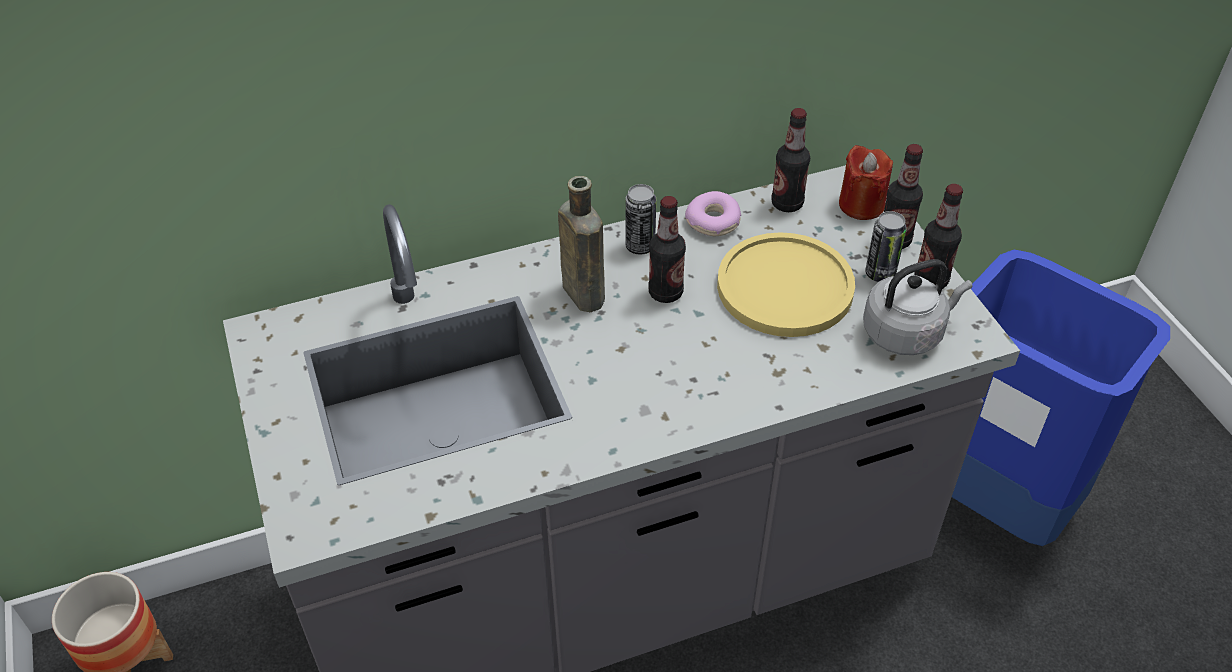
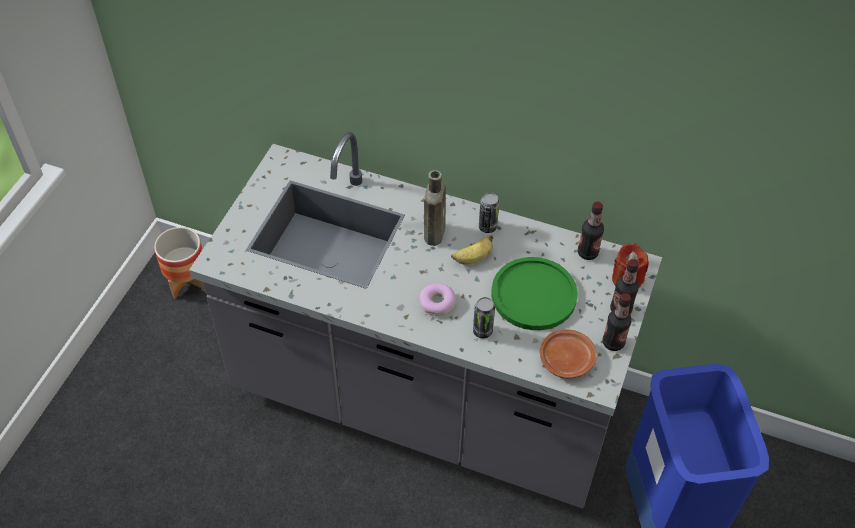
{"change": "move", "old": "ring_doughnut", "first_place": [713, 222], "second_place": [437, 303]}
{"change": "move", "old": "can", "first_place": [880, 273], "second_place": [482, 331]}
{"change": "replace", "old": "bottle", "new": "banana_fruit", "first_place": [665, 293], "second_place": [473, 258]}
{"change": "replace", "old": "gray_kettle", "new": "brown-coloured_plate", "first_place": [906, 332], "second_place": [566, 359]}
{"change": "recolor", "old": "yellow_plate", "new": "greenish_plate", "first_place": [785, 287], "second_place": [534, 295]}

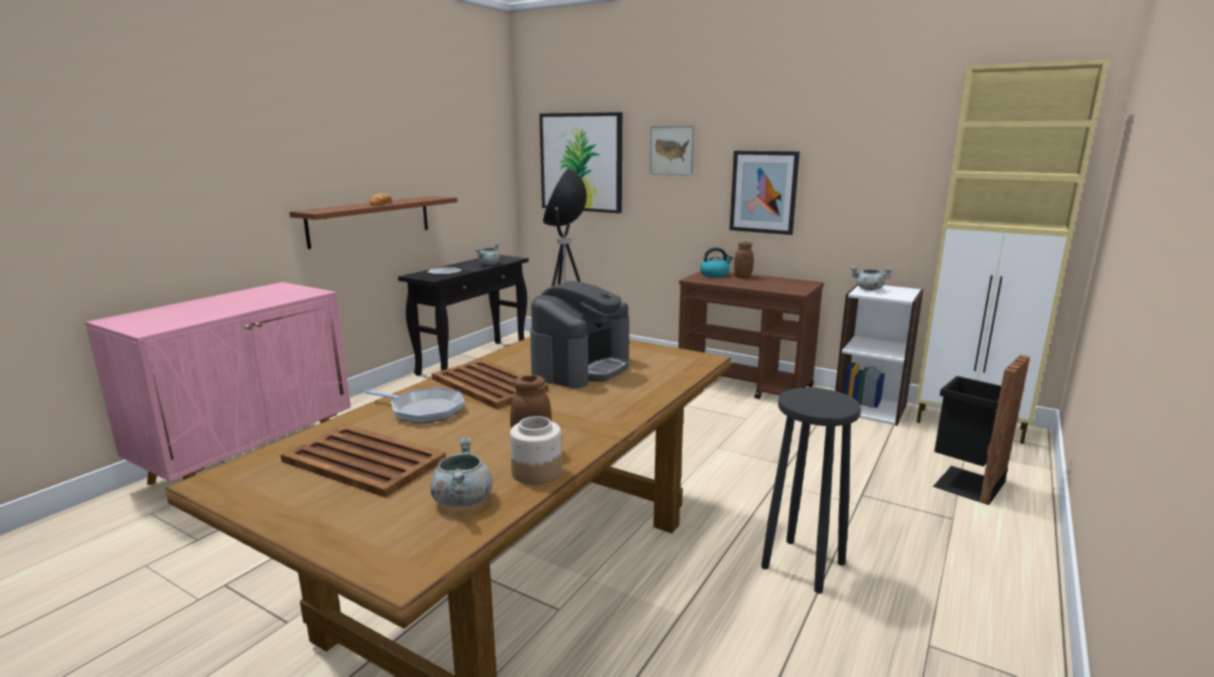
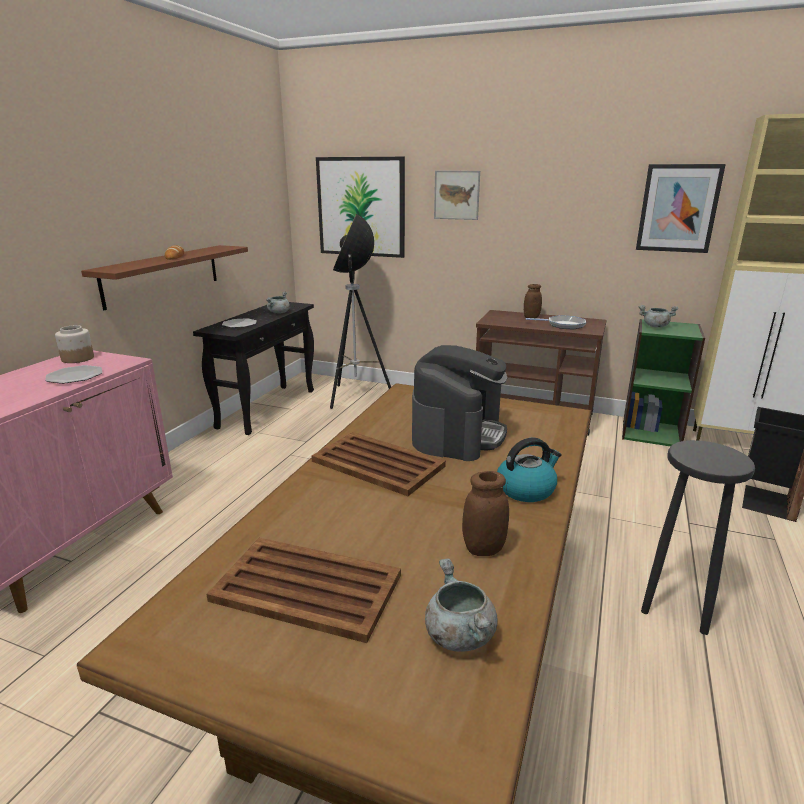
{"change": "insert", "new": "plate", "second_place": [74, 376]}
{"change": "move", "old": "skillet", "first_place": [424, 410], "second_place": [563, 325]}
{"change": "move", "old": "storage_jar", "first_place": [536, 472], "second_place": [77, 359]}
{"change": "move", "old": "kettle", "first_place": [715, 275], "second_place": [526, 489]}
{"change": "move", "old": "picture", "first_place": [763, 192], "second_place": [678, 208]}
{"change": "recolor", "old": "white-coloured_bookcase", "new": "greenish_bookcase", "first_place": [870, 408], "second_place": [651, 432]}

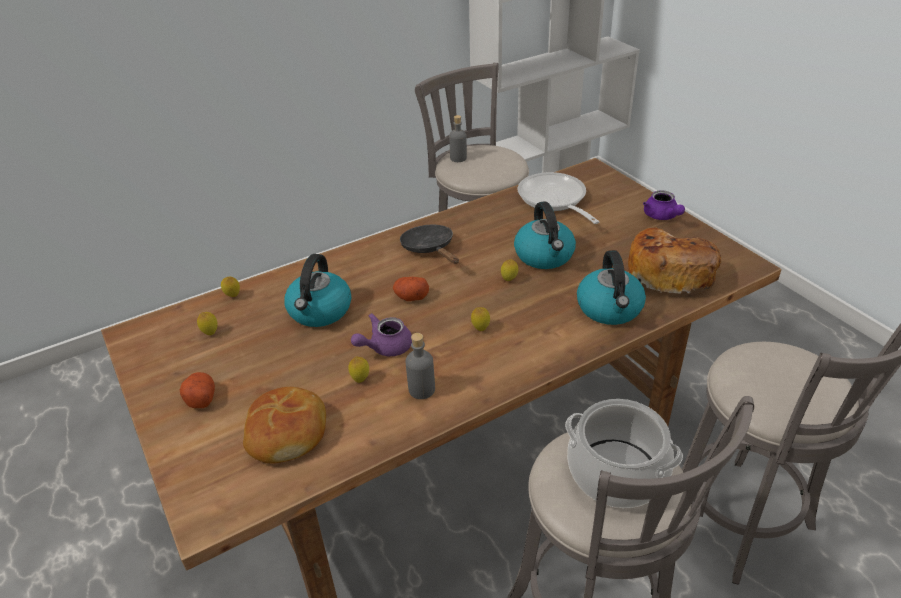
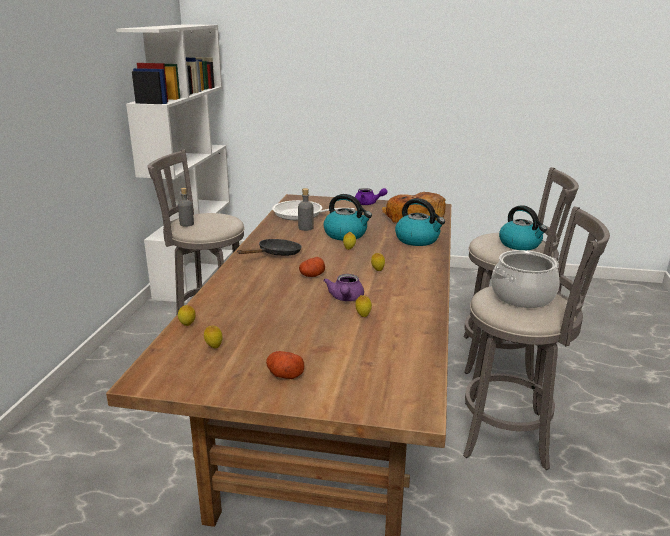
{"change": "delete", "old": "bread", "first_place": [288, 433]}
{"change": "move", "old": "kettle", "first_place": [320, 311], "second_place": [520, 244]}
{"change": "move", "old": "gray_bottle", "first_place": [421, 389], "second_place": [306, 228]}
{"change": "rotate", "old": "blackish_skillet", "first_place": [430, 248], "second_place": [276, 254], "degrees": 120}

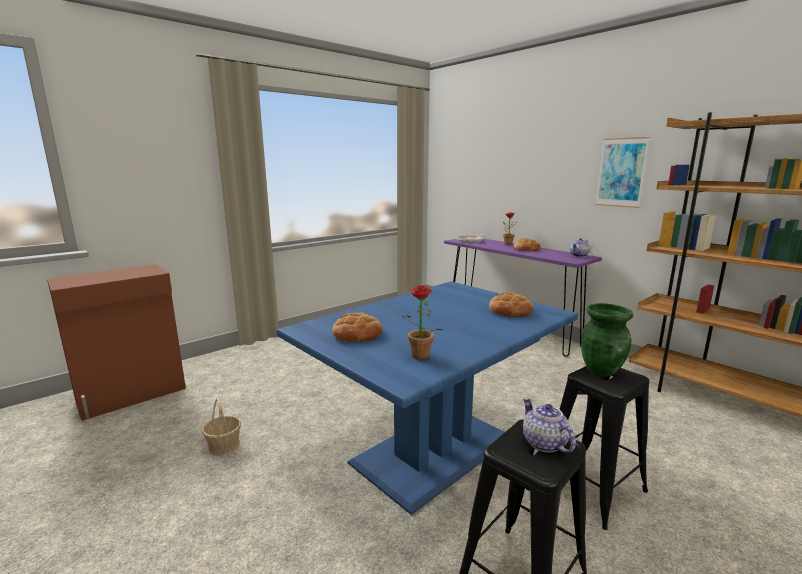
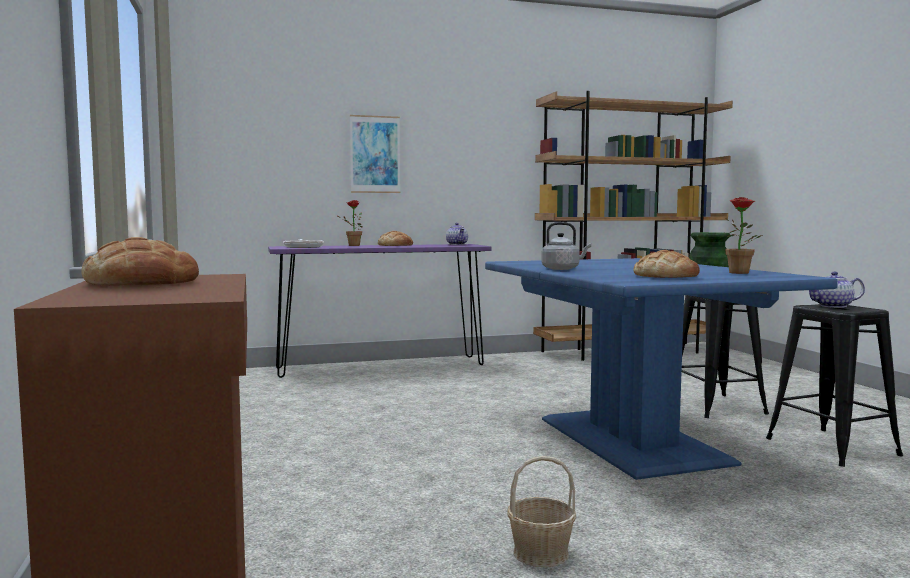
{"change": "insert", "new": "gray_kettle", "second_place": [562, 269]}
{"change": "move", "old": "bread", "first_place": [510, 310], "second_place": [142, 283]}
{"change": "move", "old": "picture", "first_place": [621, 172], "second_place": [375, 154]}

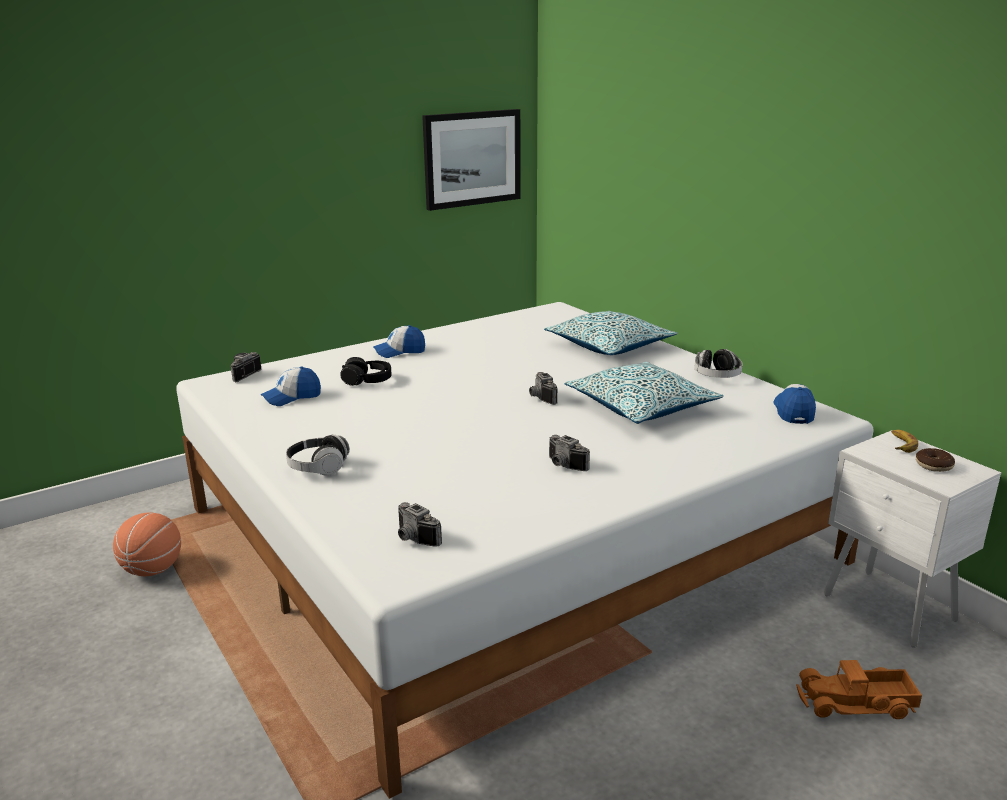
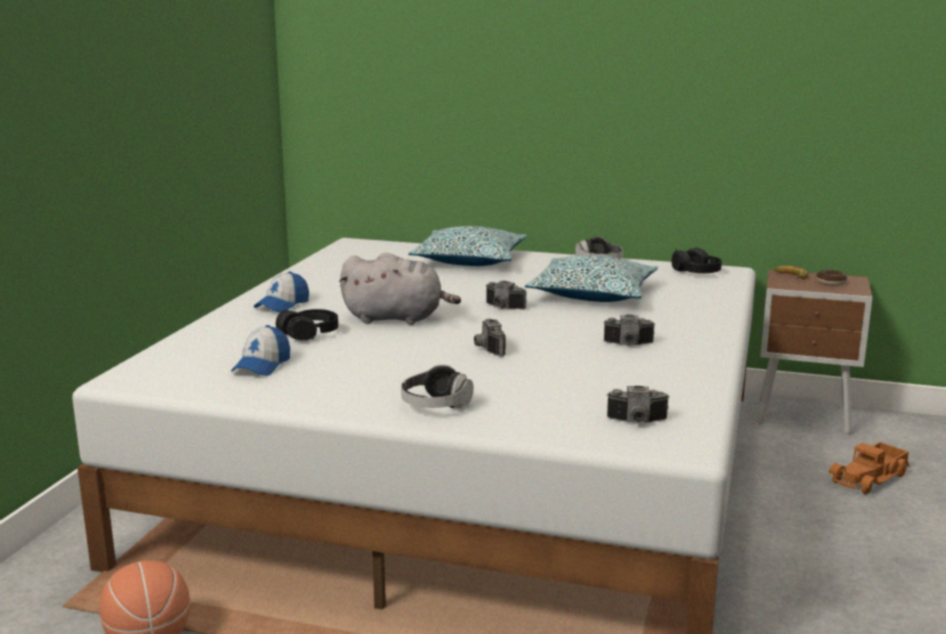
{"change": "delete", "old": "picture", "first_place": [472, 158]}
{"change": "insert", "new": "gray_cuddly_toy", "second_place": [397, 318]}
{"change": "move", "old": "photo_camera", "first_place": [242, 375], "second_place": [487, 349]}
{"change": "replace", "old": "peaked_cap", "new": "blackish_headphones", "first_place": [793, 411], "second_place": [696, 272]}
{"change": "recolor", "old": "white-coloured_nightstand", "new": "brown-coloured_nightstand", "first_place": [890, 610], "second_place": [805, 418]}

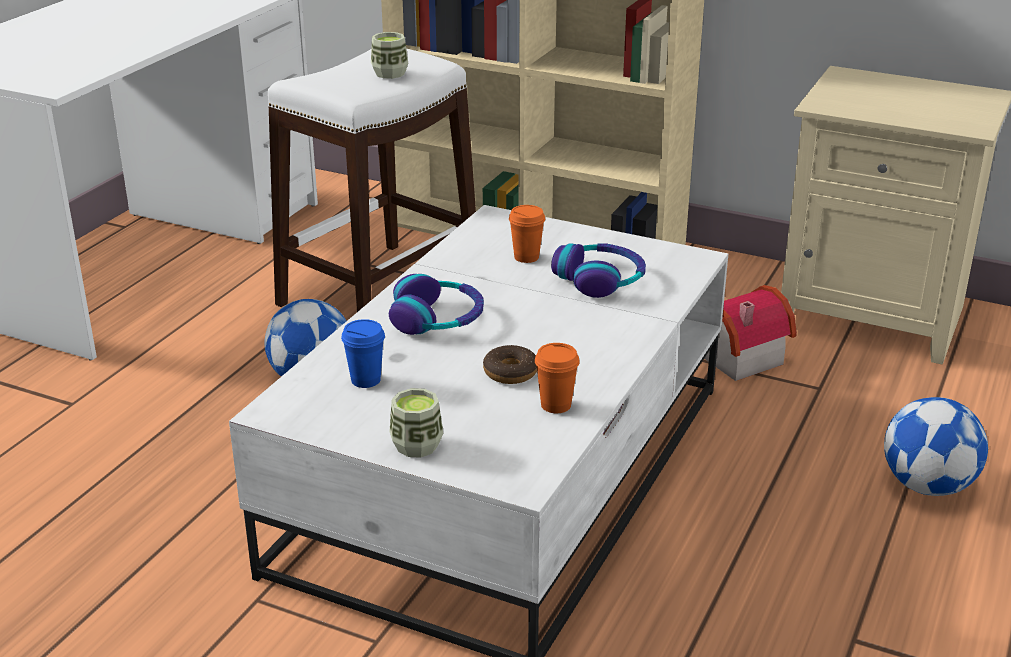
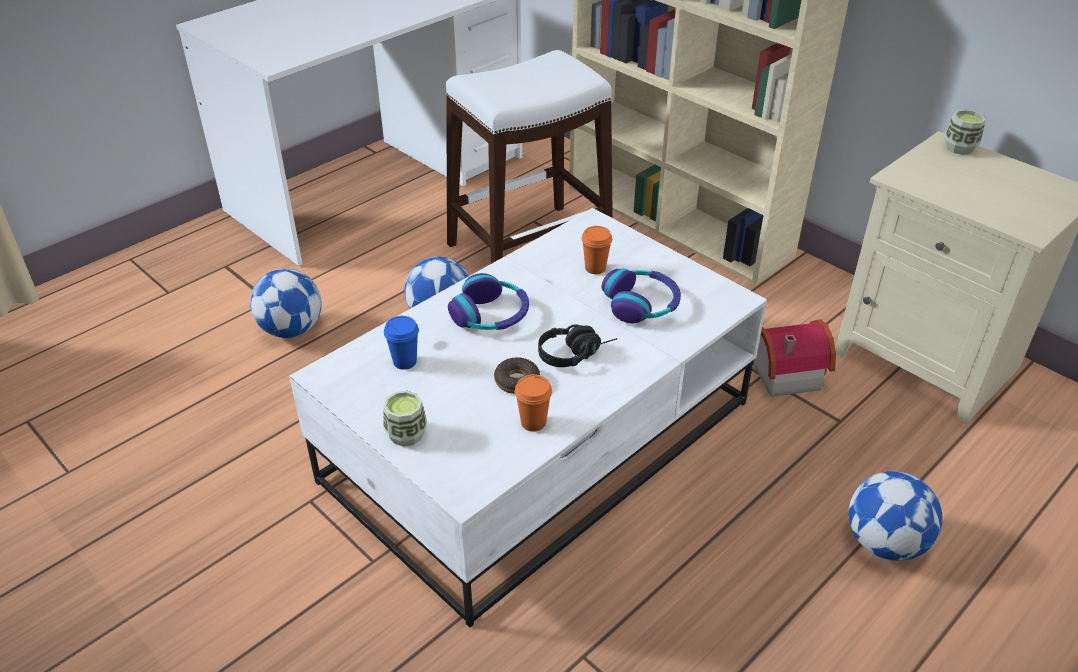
{"change": "insert", "new": "ball_for_football", "second_place": [292, 329]}
{"change": "insert", "new": "blackish_headphones", "second_place": [576, 353]}
{"change": "move", "old": "small_cup", "first_place": [390, 74], "second_place": [959, 148]}

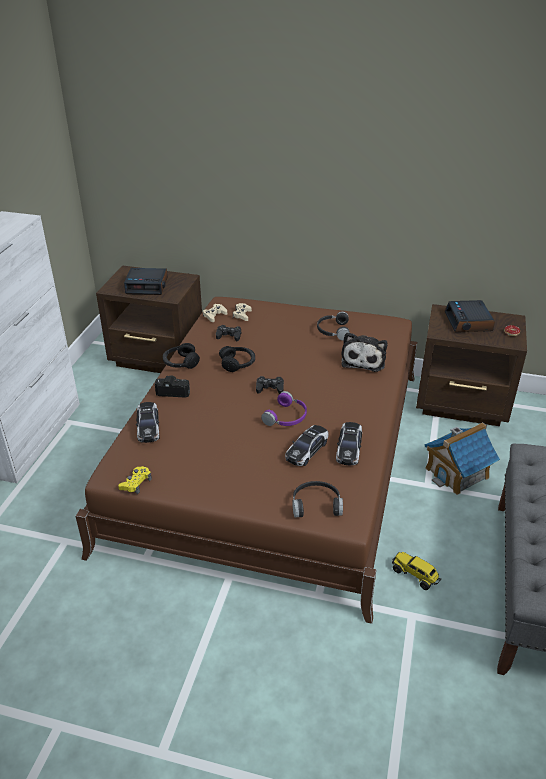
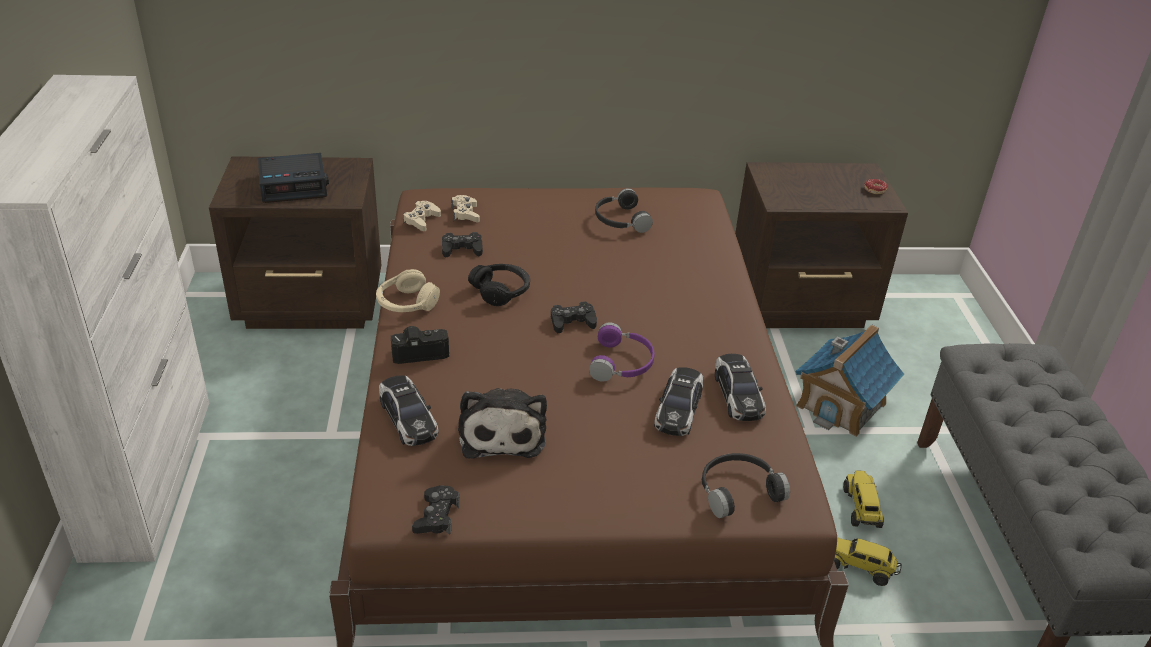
{"change": "delete", "old": "alarm_clock", "first_place": [469, 322]}
{"change": "insert", "new": "toy_truck", "second_place": [861, 508]}
{"change": "move", "old": "cuddly_toy", "first_place": [364, 360], "second_place": [502, 432]}
{"change": "recolor", "old": "yellow_gamepad", "new": "blackish_gamepad", "first_place": [136, 483], "second_place": [436, 516]}
{"change": "recolor", "old": "blackish_headphones", "new": "sand-coloured_headphones", "first_place": [180, 362], "second_place": [406, 303]}

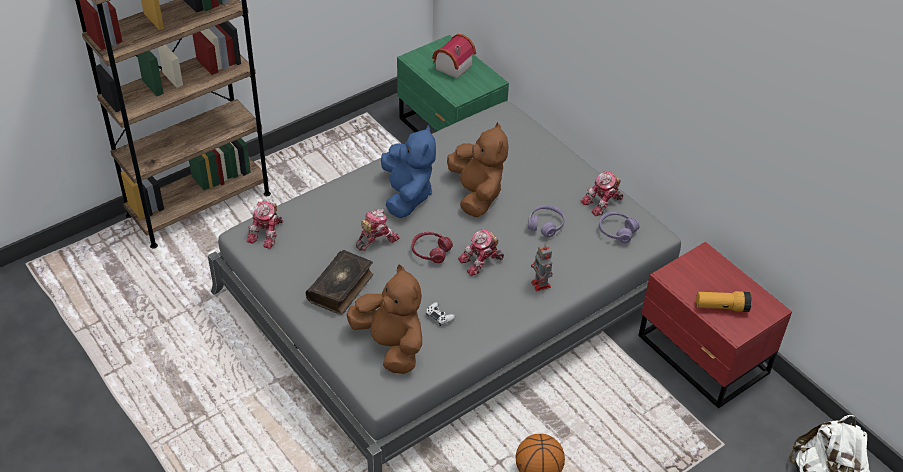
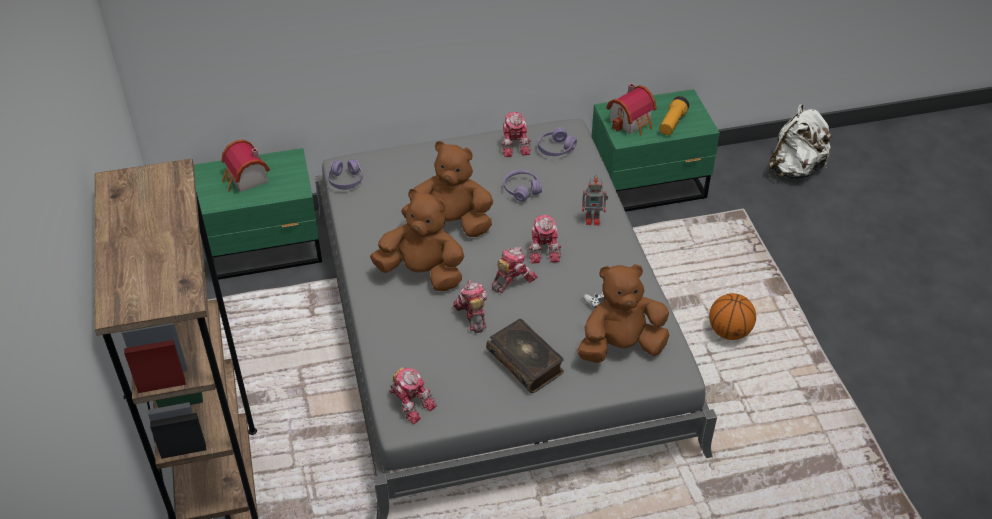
{"change": "insert", "new": "purplish_headphones", "second_place": [346, 180]}
{"change": "insert", "new": "model_house", "second_place": [632, 122]}
{"change": "replace", "old": "red-coloured_headphones", "new": "toy_robot", "first_place": [430, 251], "second_place": [512, 279]}
{"change": "recolor", "old": "bluish_cuddly_toy", "new": "brown-coloured_cuddly_toy", "first_place": [407, 195], "second_place": [422, 273]}
{"change": "recolor", "old": "red-coloured_nightstand", "new": "greenish_nightstand", "first_place": [702, 356], "second_place": [649, 185]}

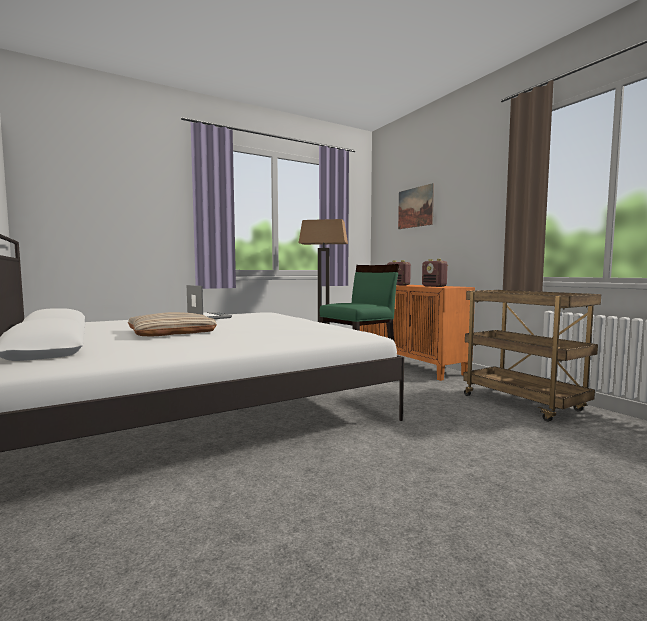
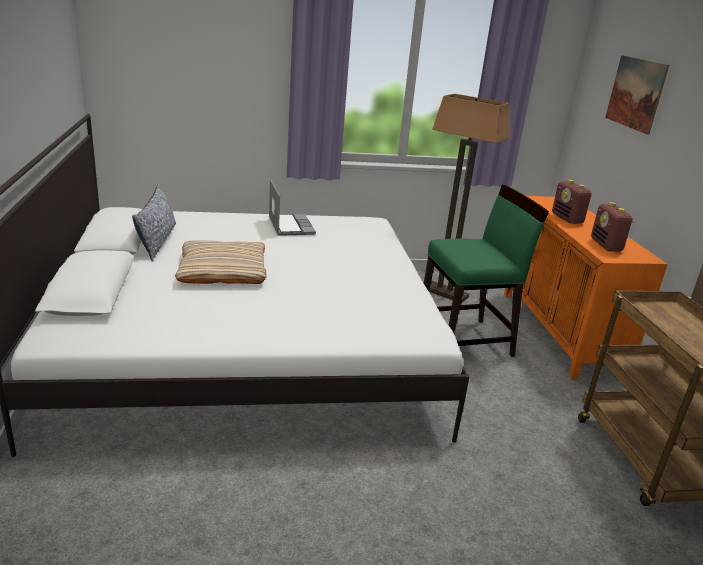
{"change": "insert", "new": "cushion", "second_place": [157, 240]}

